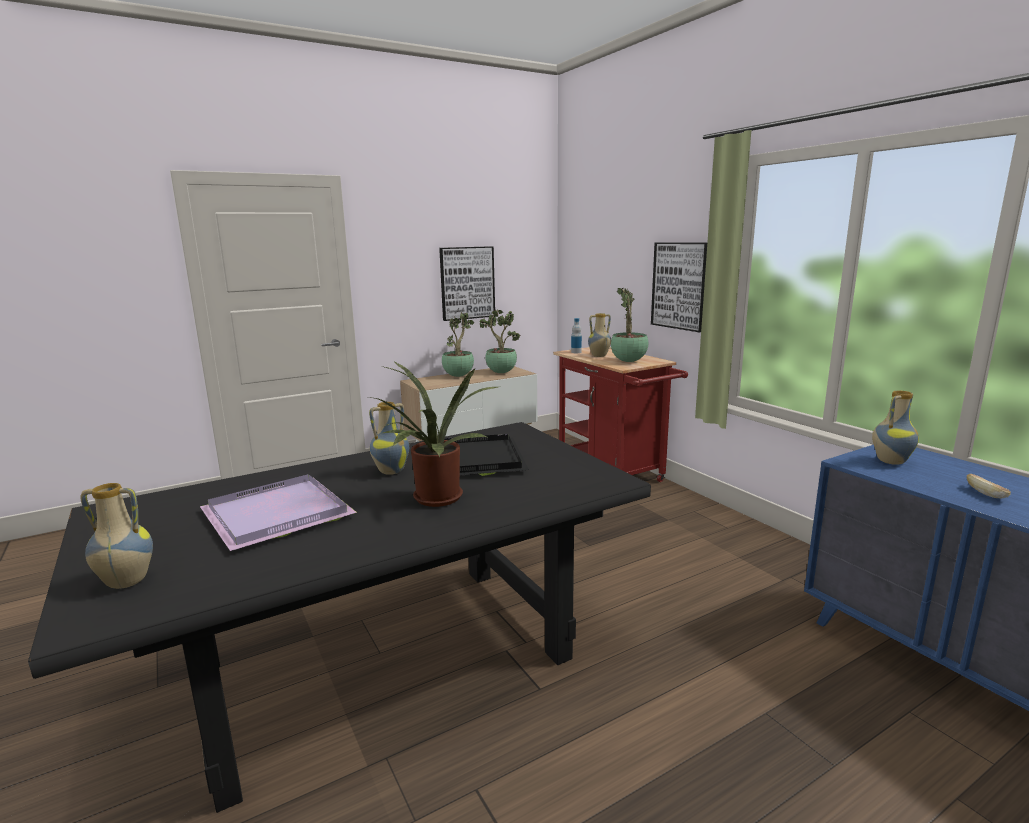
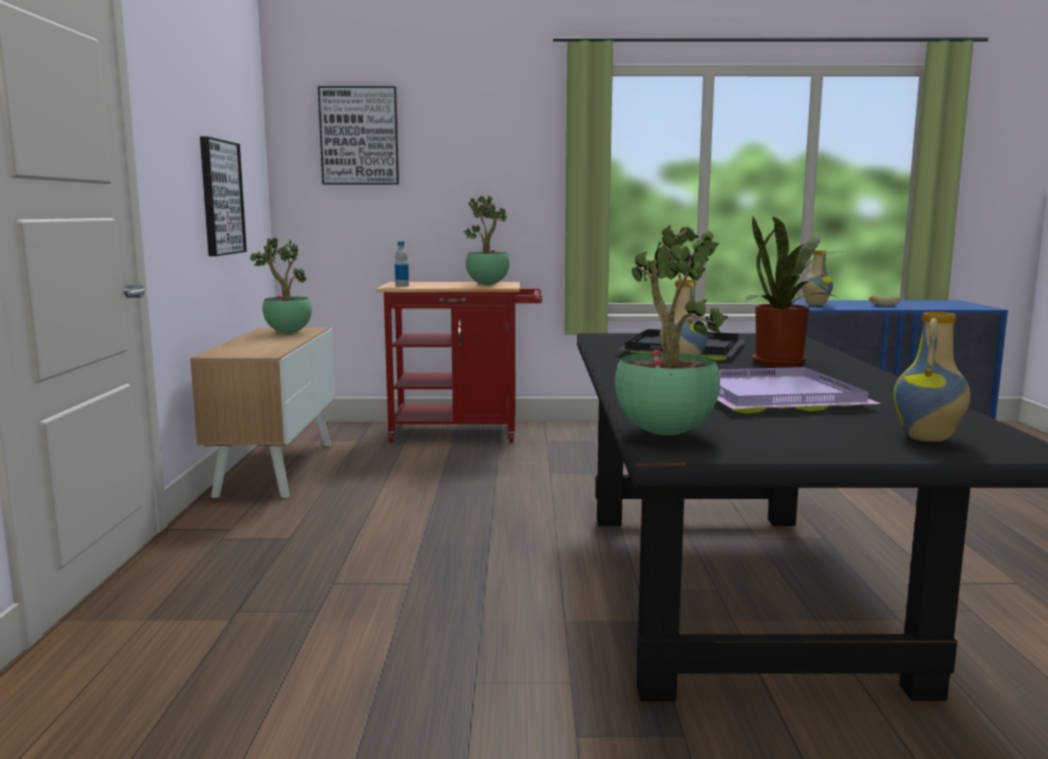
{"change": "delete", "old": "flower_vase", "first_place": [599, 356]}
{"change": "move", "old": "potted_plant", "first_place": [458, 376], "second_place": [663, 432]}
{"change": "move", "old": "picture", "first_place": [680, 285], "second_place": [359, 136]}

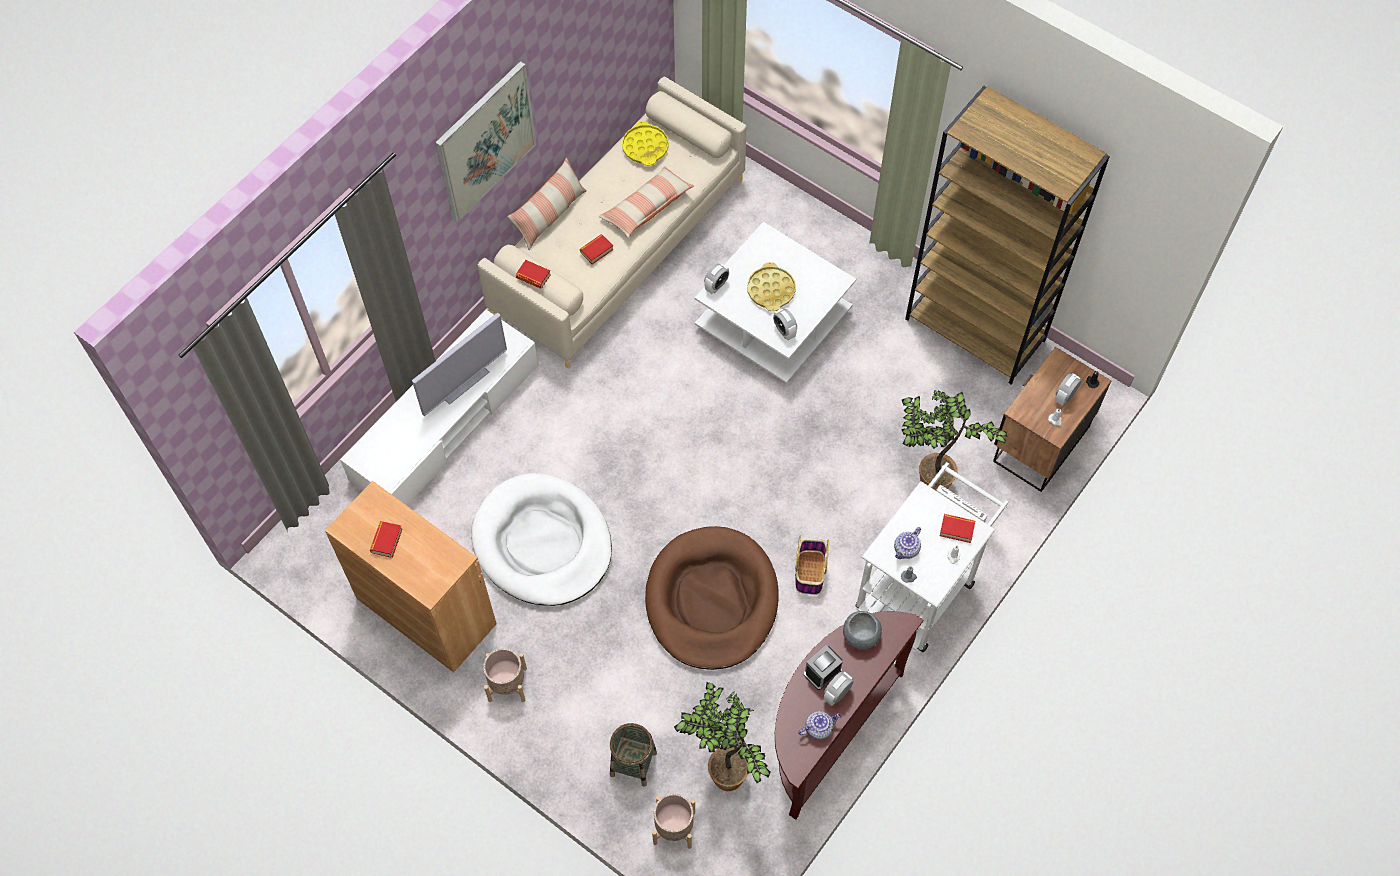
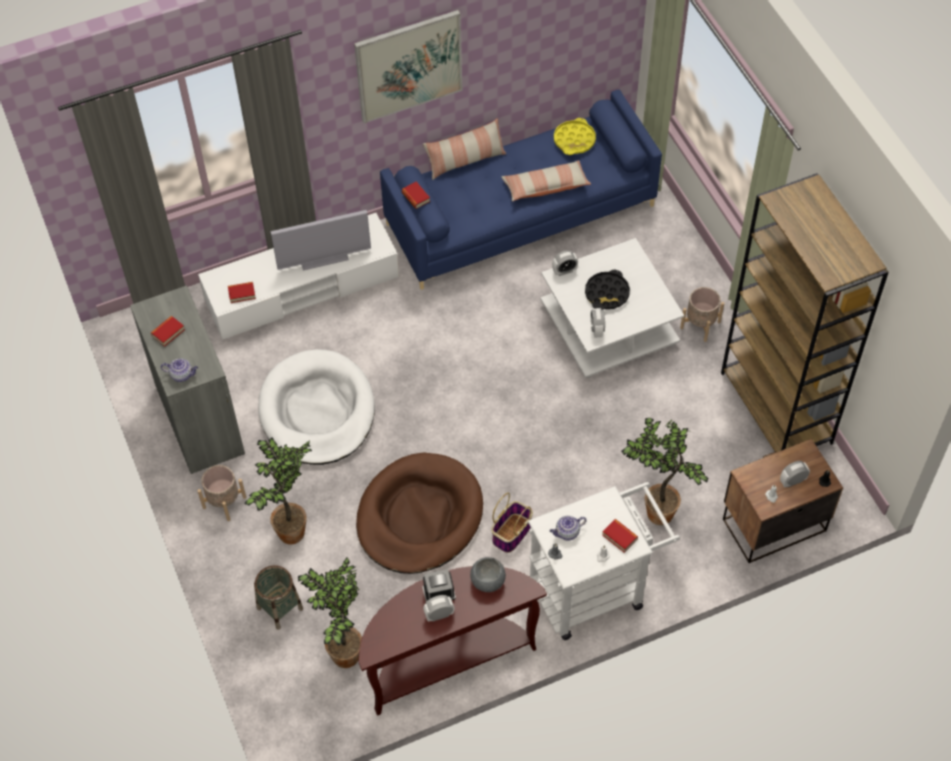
{"change": "insert", "new": "potted_plant", "second_place": [291, 529]}
{"change": "move", "old": "volume", "first_place": [596, 251], "second_place": [242, 294]}
{"change": "move", "old": "sand-coloured_plant_pot", "first_place": [674, 827], "second_place": [700, 324]}
{"change": "move", "old": "teapot", "first_place": [819, 728], "second_place": [182, 374]}
{"change": "recolor", "old": "brown-coloured_cupboard", "new": "gray_cupboard", "first_place": [426, 611], "second_place": [199, 419]}
{"change": "recolor", "old": "sand-coloured_sofa", "new": "bluish_sofa", "first_place": [618, 245], "second_place": [520, 214]}
{"change": "recolor", "old": "yellow_tray", "new": "blackish_tray", "first_place": [771, 290], "second_place": [607, 293]}

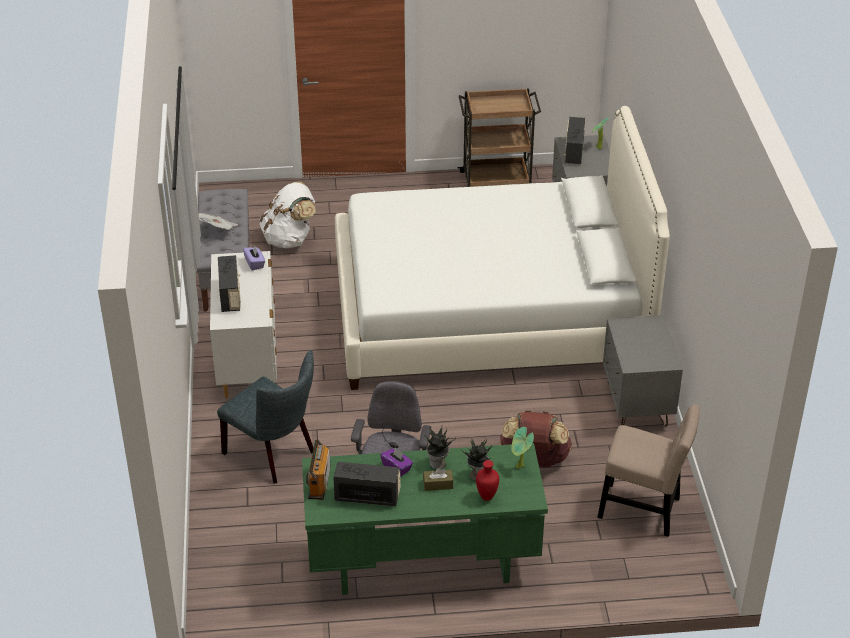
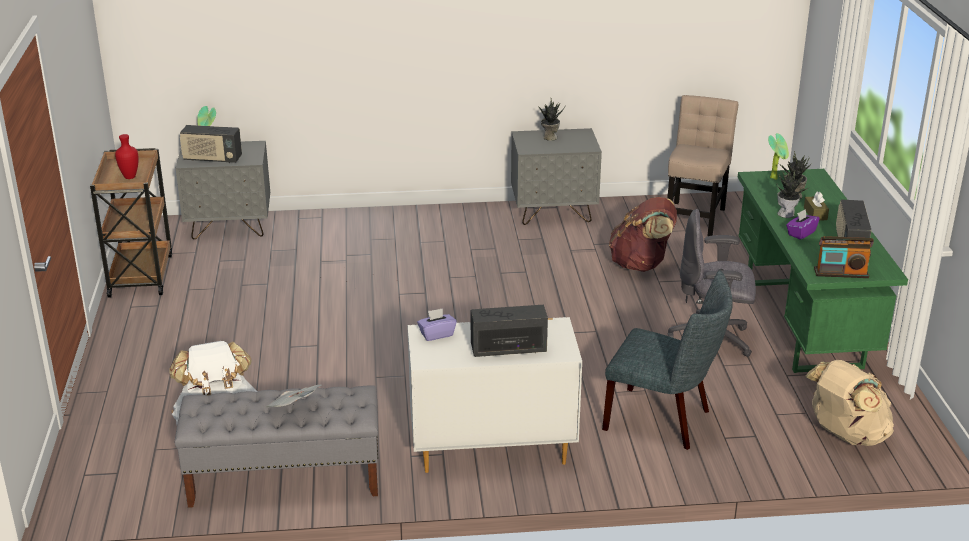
{"change": "delete", "old": "white-coloured_bedroom_bed", "first_place": [489, 313]}
{"change": "insert", "new": "potted_plant", "second_place": [549, 137]}
{"change": "insert", "new": "sand-coloured_knapsack", "second_place": [845, 435]}
{"change": "move", "old": "red-coloured_flower_vase", "first_place": [487, 497], "second_place": [130, 177]}
{"change": "rotate", "old": "gray_plain_chair", "first_place": [274, 454], "second_place": [664, 420], "degrees": 75}

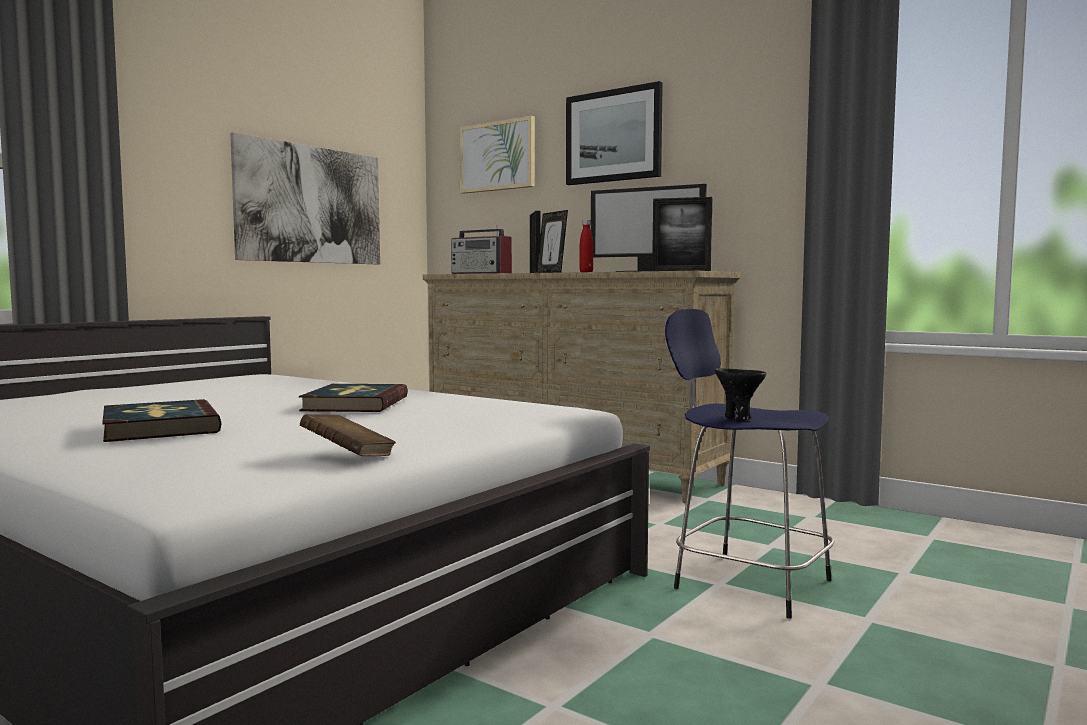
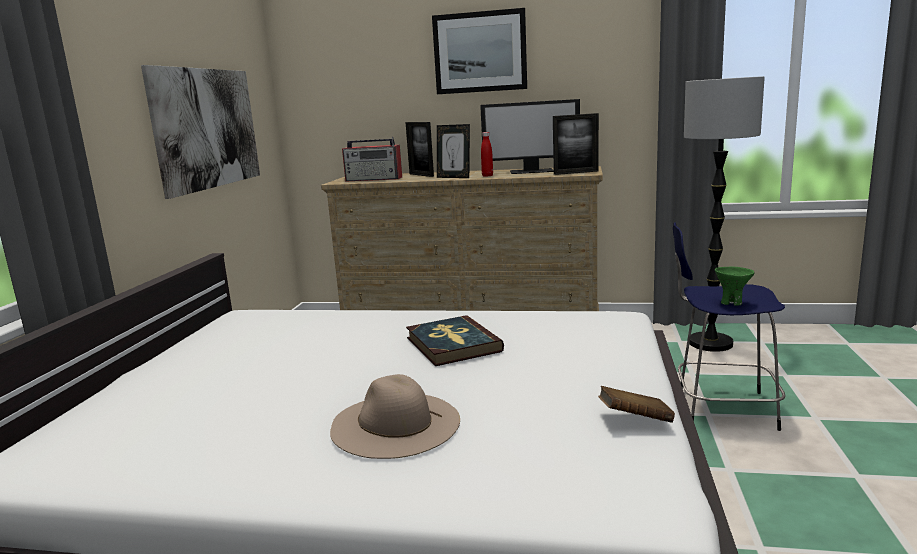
{"change": "delete", "old": "picture", "first_place": [497, 156]}
{"change": "insert", "new": "standing_lamp", "second_place": [710, 343]}
{"change": "replace", "old": "volume", "new": "sand-coloured_hat", "first_place": [159, 427], "second_place": [394, 424]}
{"change": "recolor", "old": "blackish_deep_dish", "new": "greenish_deep_dish", "first_place": [738, 418], "second_place": [731, 303]}

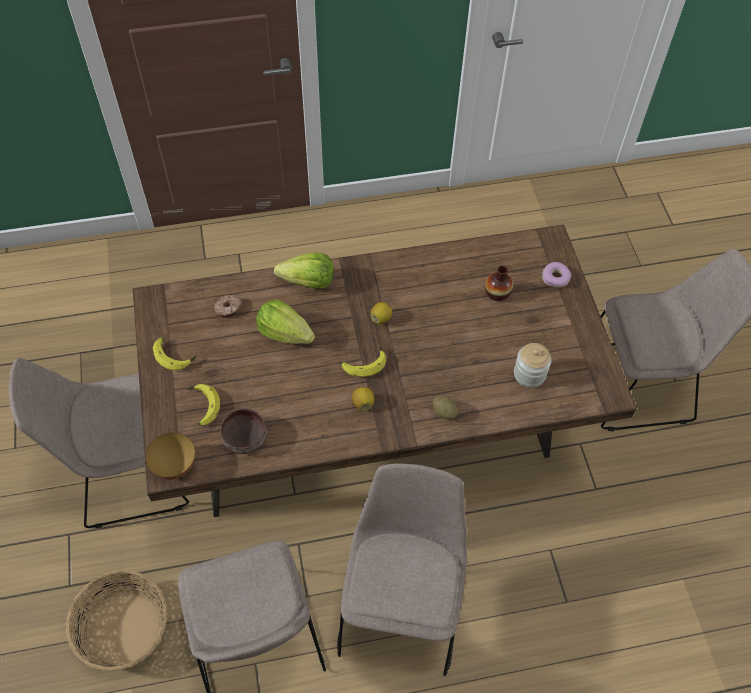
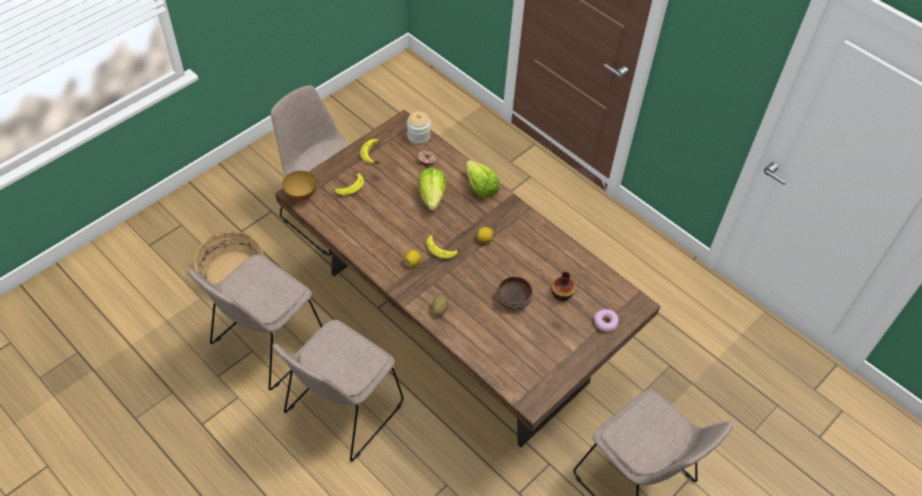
{"change": "move", "old": "brown-coloured_deep_dish", "first_place": [245, 438], "second_place": [513, 299]}
{"change": "move", "old": "storage_jar", "first_place": [529, 374], "second_place": [418, 136]}
{"change": "rotate", "old": "sand-coloured_plain_chair", "first_place": [401, 605], "second_place": [341, 411], "degrees": 150}

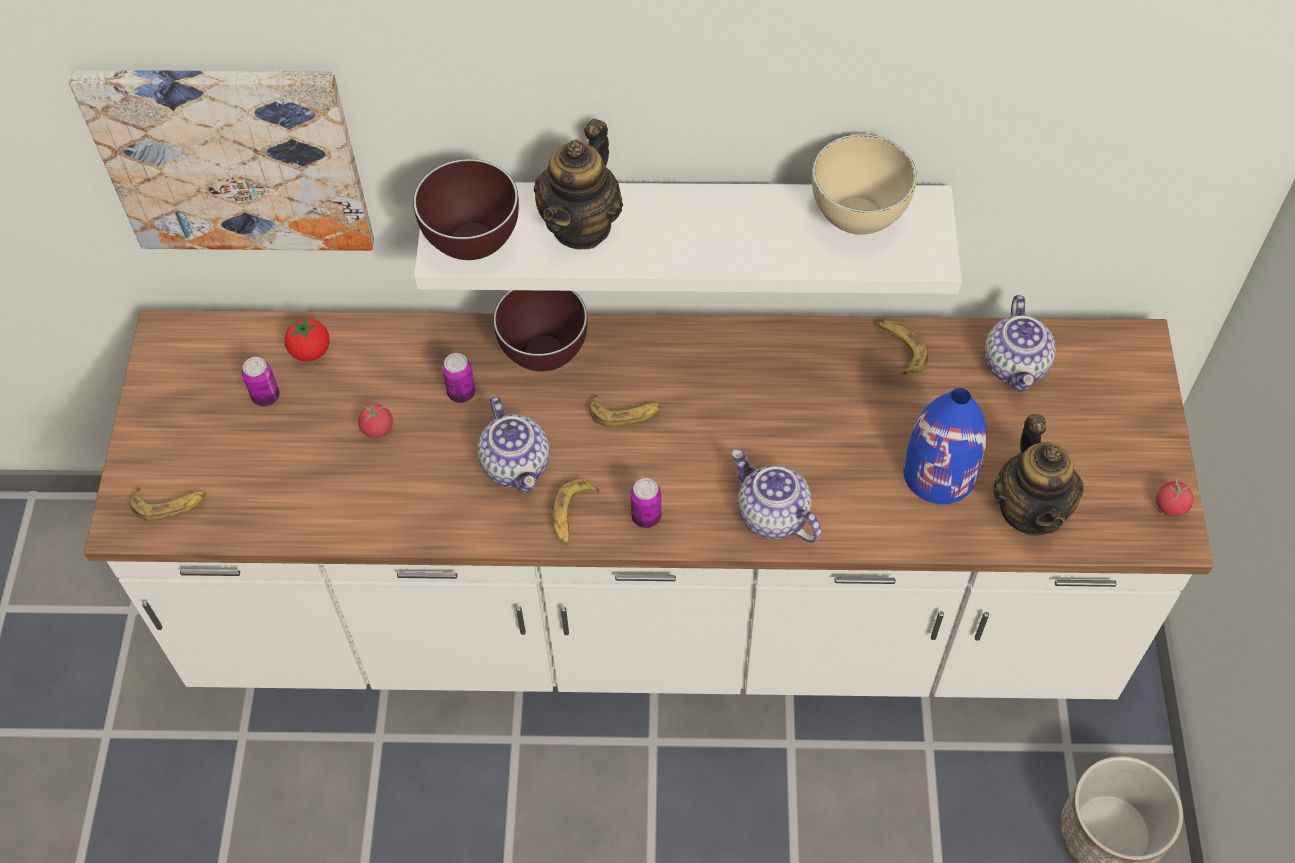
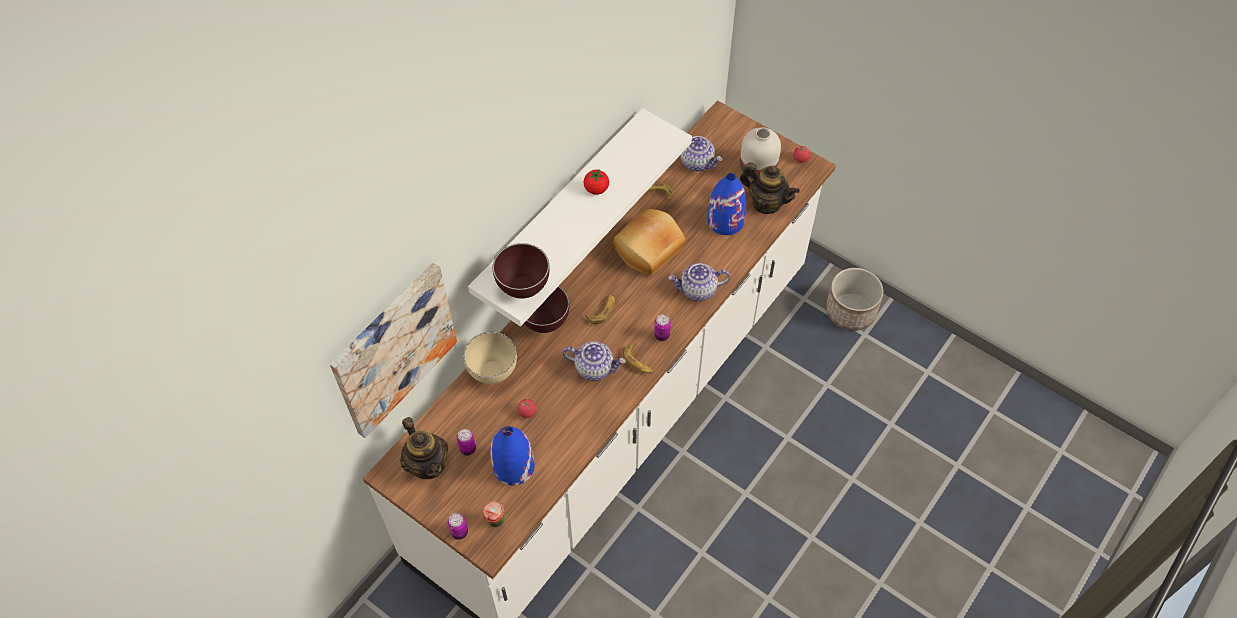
{"change": "insert", "new": "bluish_flower_vase", "second_place": [513, 467]}
{"change": "insert", "new": "bread", "second_place": [650, 250]}
{"change": "insert", "new": "white-coloured_flower_vase", "second_place": [759, 168]}
{"change": "move", "old": "whole_tomato", "first_place": [310, 351], "second_place": [596, 189]}
{"change": "move", "old": "can", "first_place": [461, 393], "second_place": [459, 532]}
{"change": "move", "old": "teapot", "first_place": [581, 225], "second_place": [428, 464]}
{"change": "move", "old": "sand-coloured_deep_dish", "first_place": [854, 221], "second_place": [492, 374]}
{"change": "replace", "old": "banana_fruit", "new": "small_cup", "first_place": [170, 505], "second_place": [496, 523]}

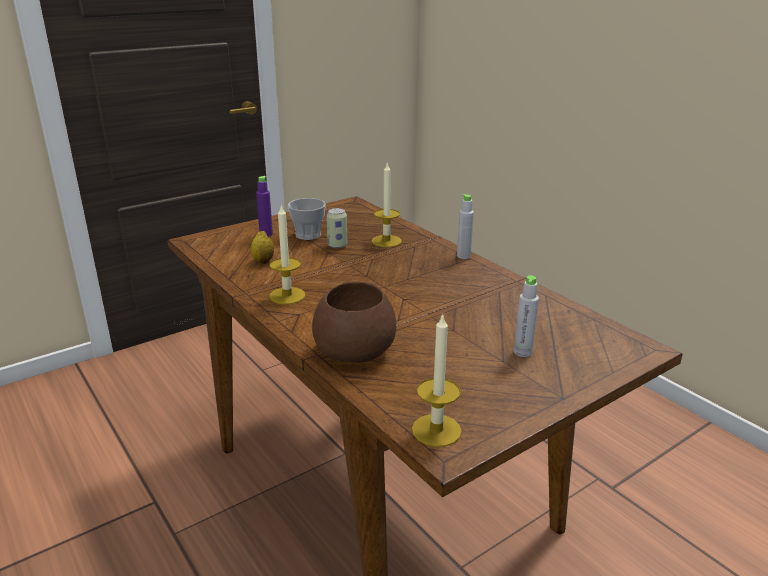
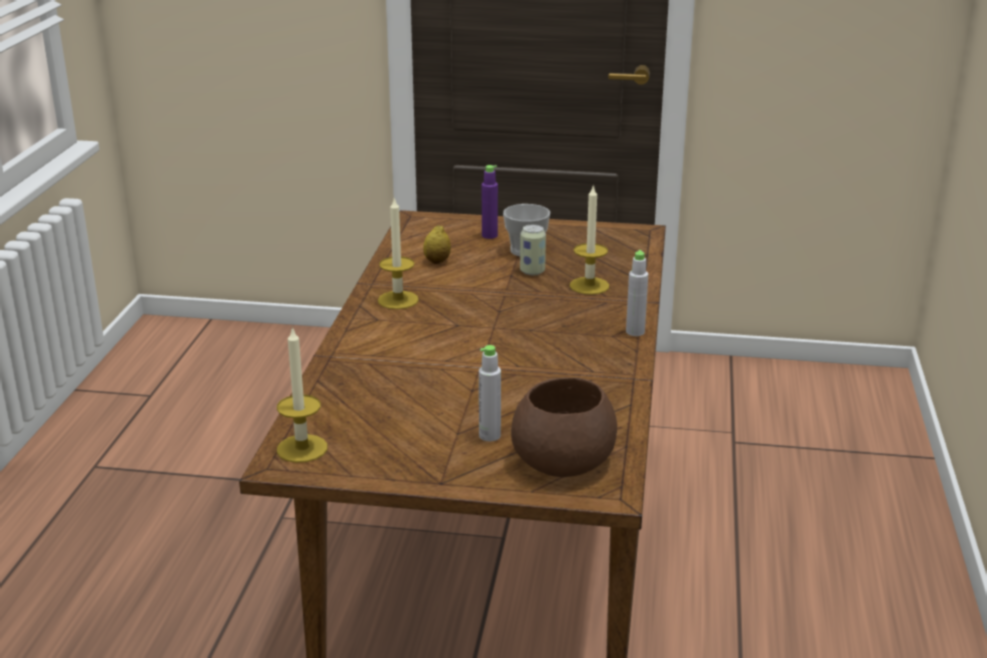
{"change": "move", "old": "brown-coloured_deep_dish", "first_place": [355, 349], "second_place": [565, 461]}

